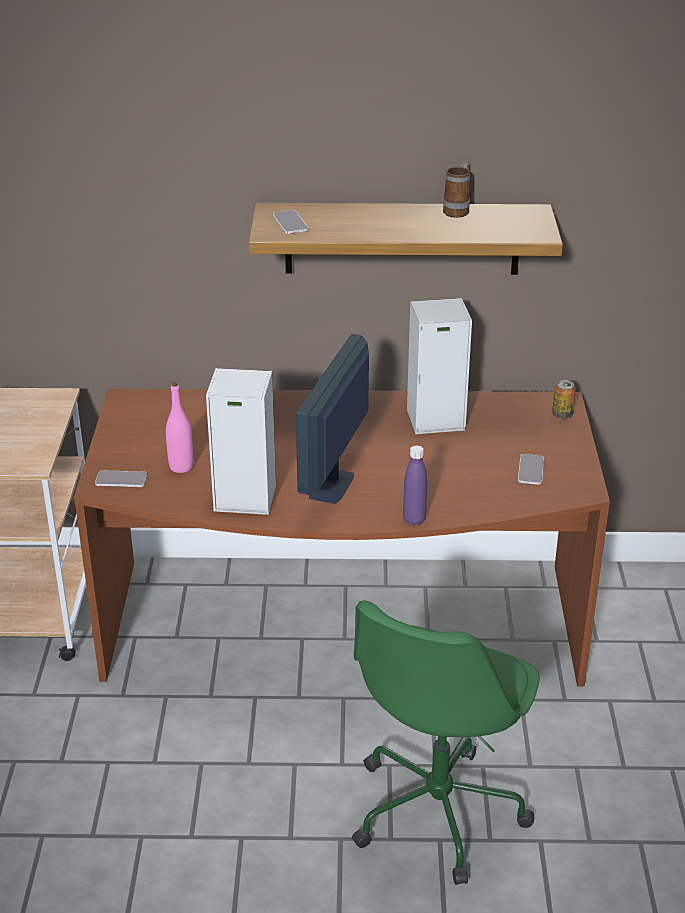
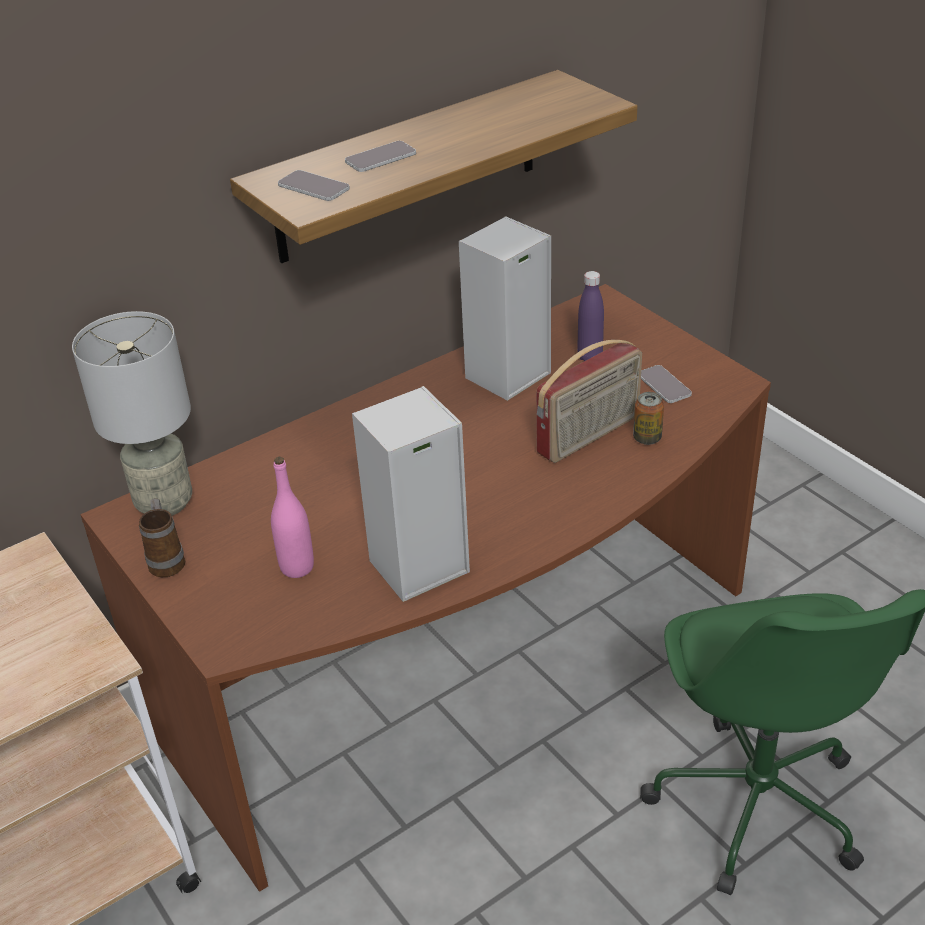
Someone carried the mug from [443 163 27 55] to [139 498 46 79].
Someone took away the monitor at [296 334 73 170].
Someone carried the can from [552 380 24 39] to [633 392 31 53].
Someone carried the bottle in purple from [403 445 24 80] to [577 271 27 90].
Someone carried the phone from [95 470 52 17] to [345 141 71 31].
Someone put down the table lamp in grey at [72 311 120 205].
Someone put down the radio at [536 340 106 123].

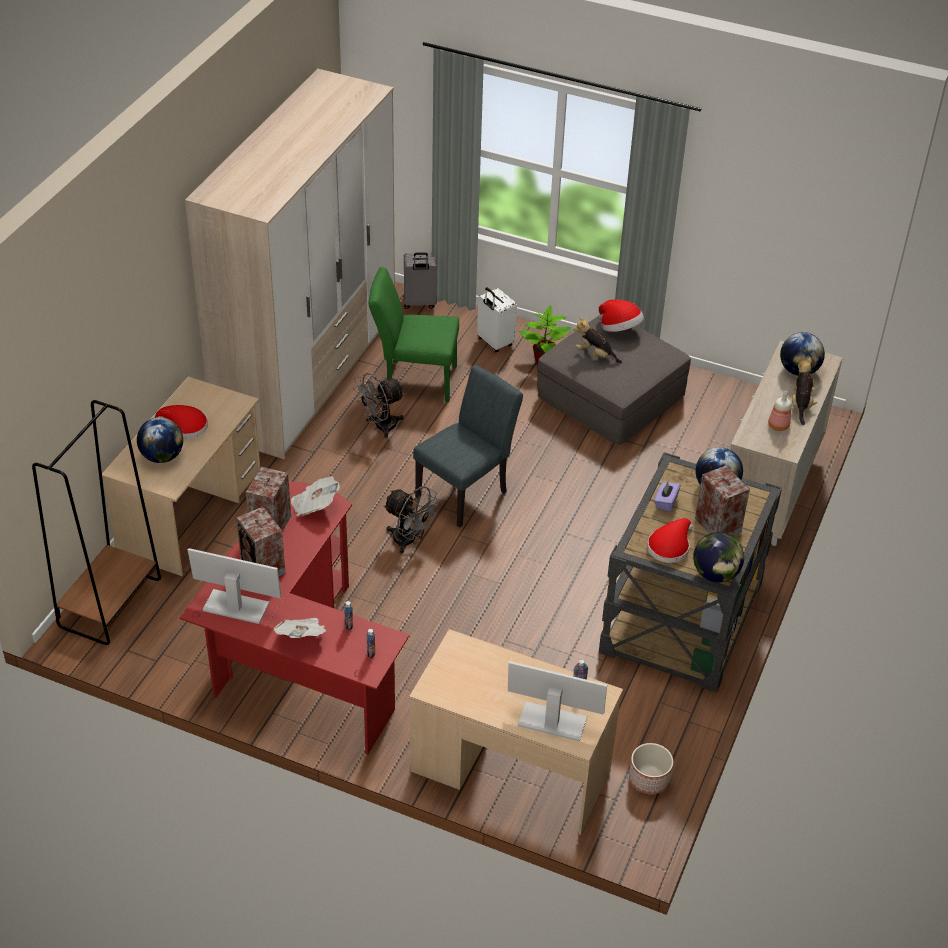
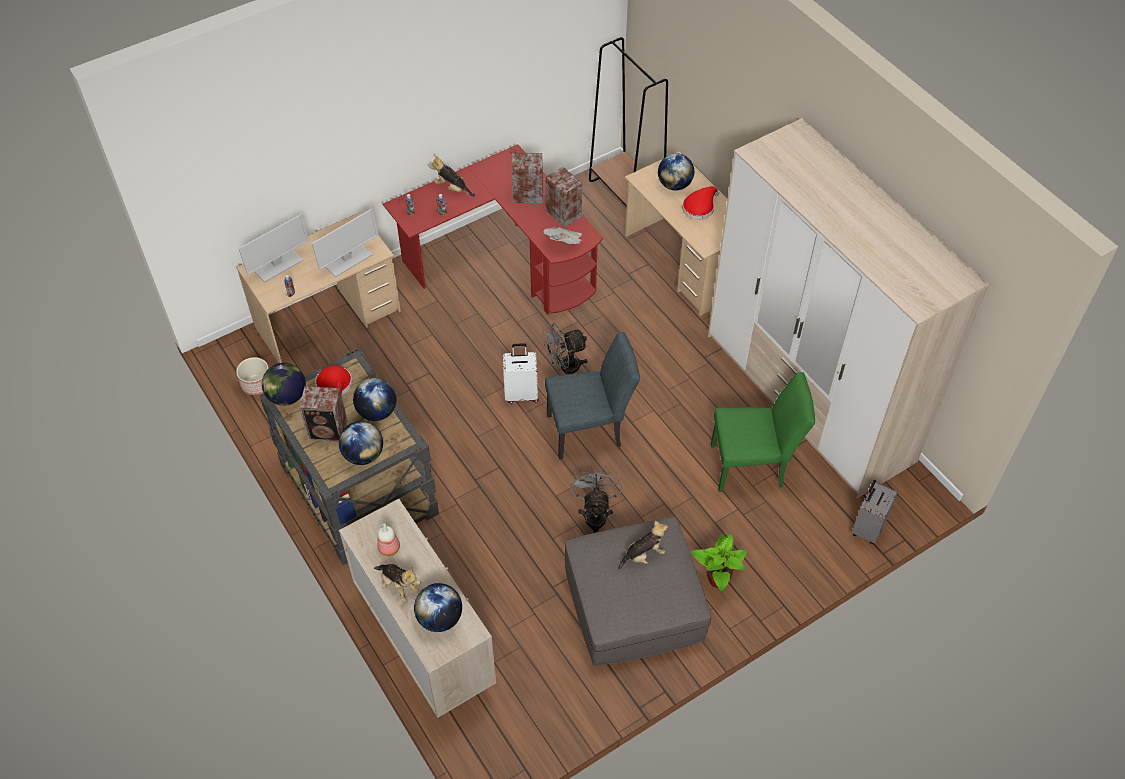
Someone rotated the chair in green at [369 267 90 135] by 45 degrees clockwise.
Someone carried the suitcase in white from [477 287 40 65] to [503 343 36 60].
Someone took away the hat at [599 299 45 33].
Someone rotated the chair in grey at [413 365 110 163] by 90 degrees counterclockwise.
Someone carried the fan in grey from [353 373 51 65] to [571 465 51 68].
Someone swapped the tissue box in purple at [654 481 27 31] for the globe at [353 378 44 43].
Someone carried the monitor from [188 548 93 76] to [312 208 66 70].
Someone swapped the newspaper at [274 618 53 20] for the plush toy at [429 155 46 42].

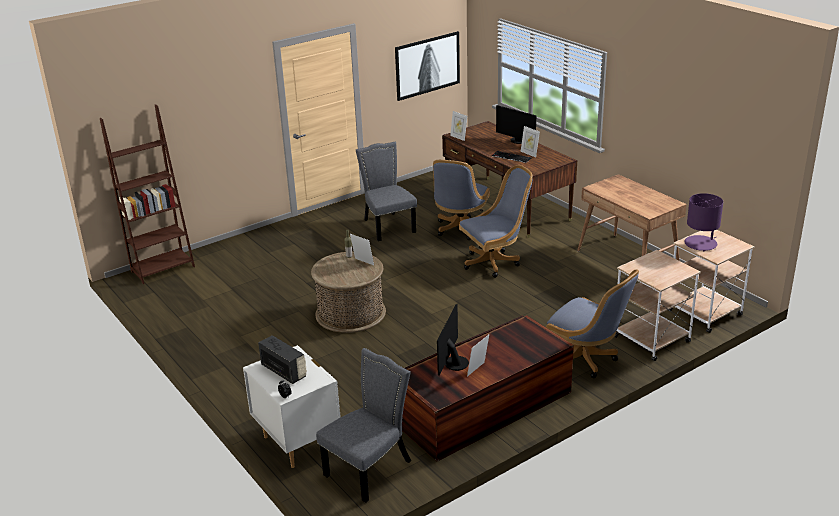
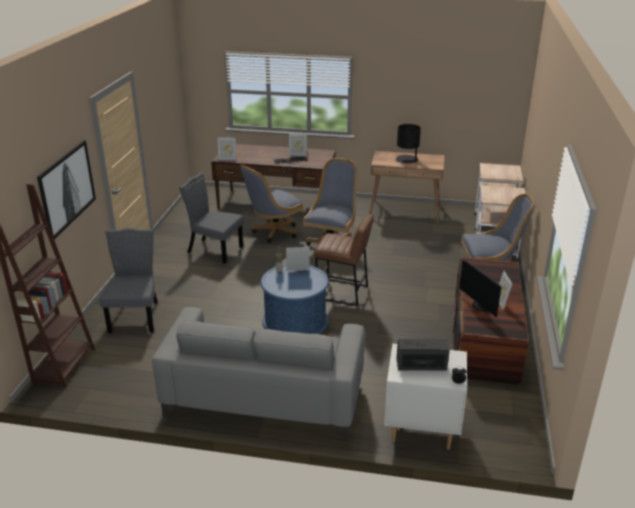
Someone carried the picture from [395 31 65 70] to [37 140 59 100].
Someone took away the monitor at [496 105 40 39].
Someone rotated the office chair in blue at [433 160 57 80] by 75 degrees clockwise.
Someone took away the table lamp in purple at [684 193 39 58].
Someone repainted the coffee table in brown at [311 252 75 81], which became the coffee table in blue at [261 264 68 70].
Someone carried the chair in grey from [316 348 95 155] to [100 228 58 105].
Someone put down the table lamp in black at [396 124 25 39].
Someone put down the chair in brown at [314 214 60 92].
Someone put down the sofa in grey at [152 307 213 133].

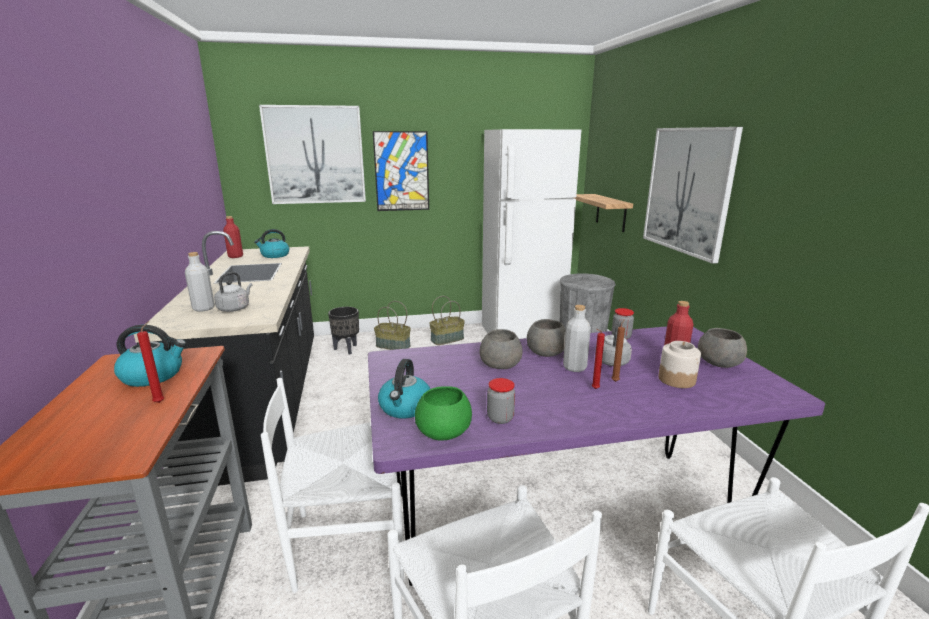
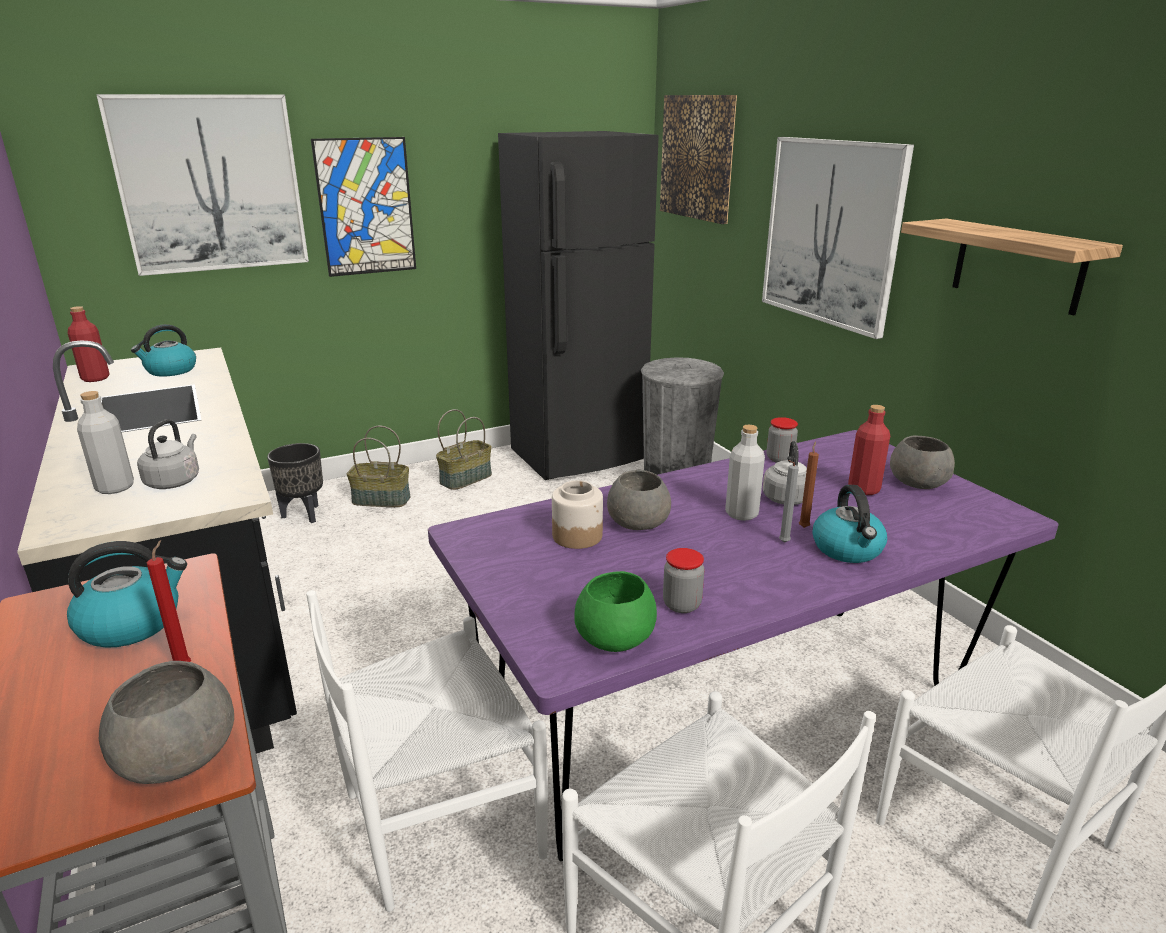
Someone repainted the fridge in white at [482 129 100 210], which became the fridge in black at [498 131 161 349].
Someone carried the shelf from [574 194 59 38] to [901 218 222 97].
Someone carried the bowl in grey from [527 319 39 38] to [99 661 135 123].
Someone repainted the candle in red at [592 329 13 60], which became the candle in grey at [779 460 20 83].
Someone carried the jar from [658 341 43 47] to [552 480 51 69].
Someone carried the kettle from [378 359 52 59] to [812 485 75 78].
Someone put up the picture at [660 95 77 129].

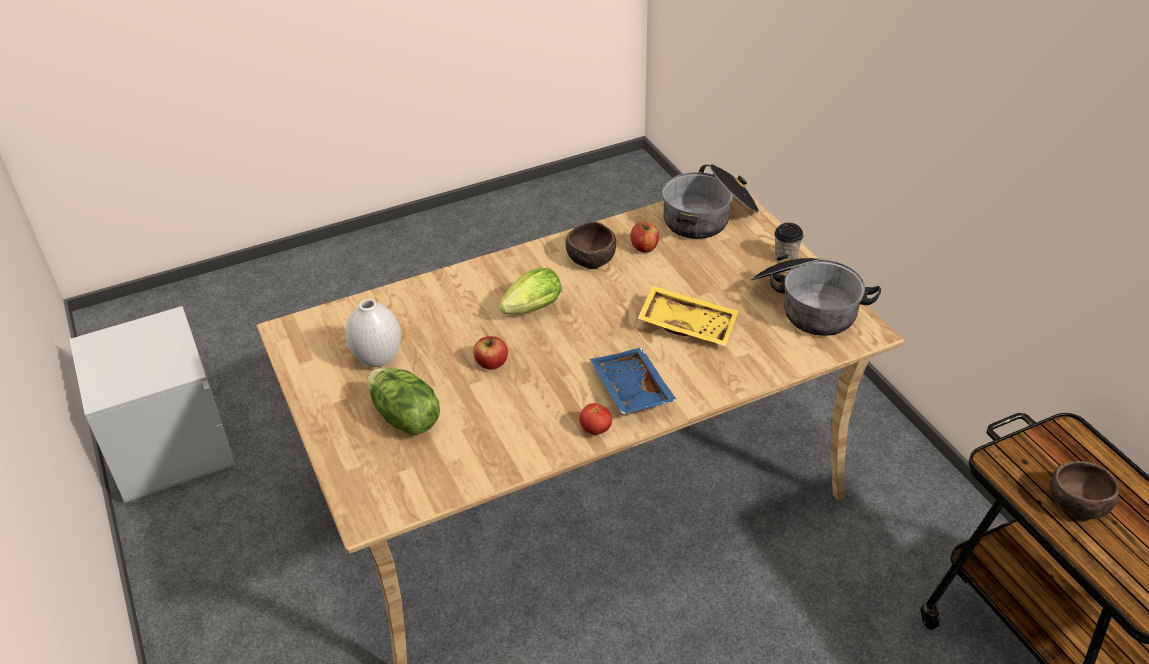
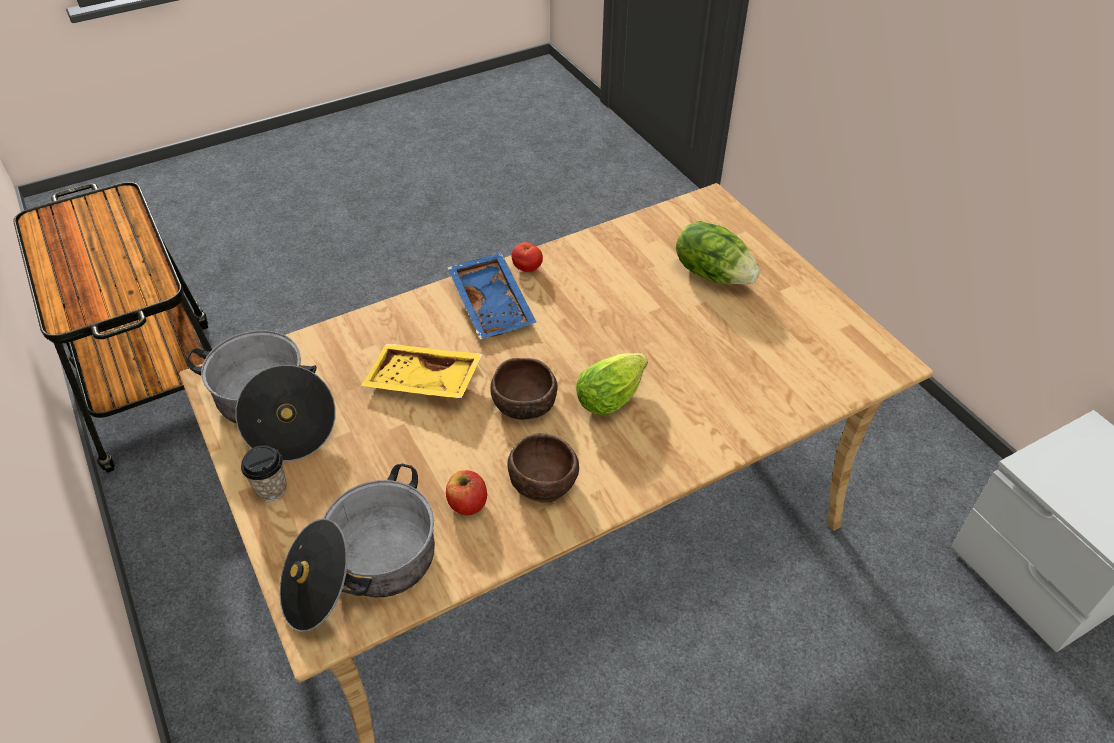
Someone took away the vase in white at [345 299 56 68].
Someone took away the apple at [473 336 35 34].
Someone carried the bowl in brown from [1050 461 69 60] to [490 358 67 62].

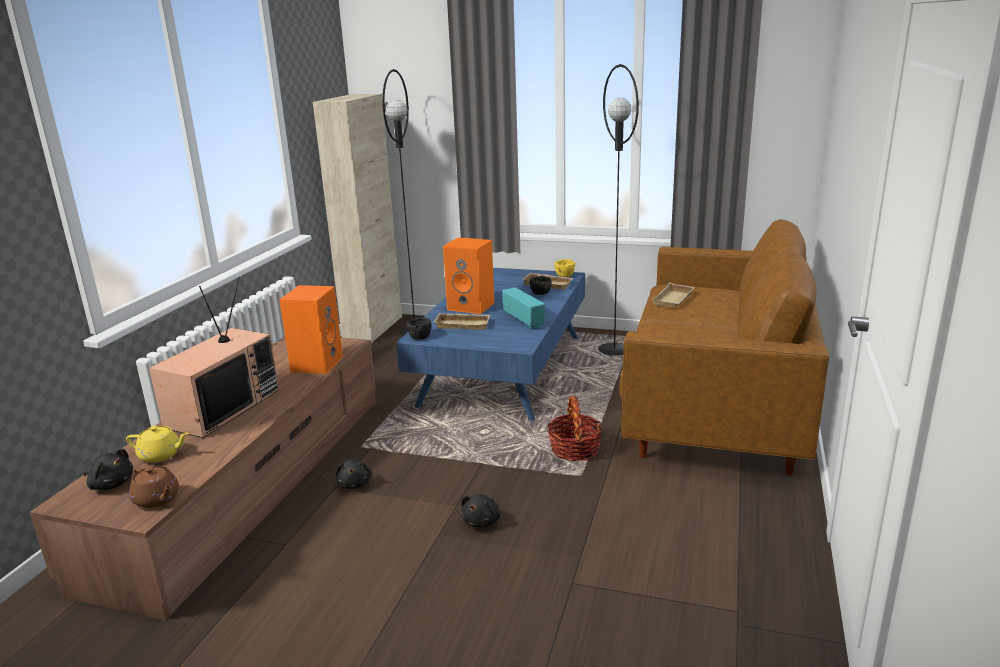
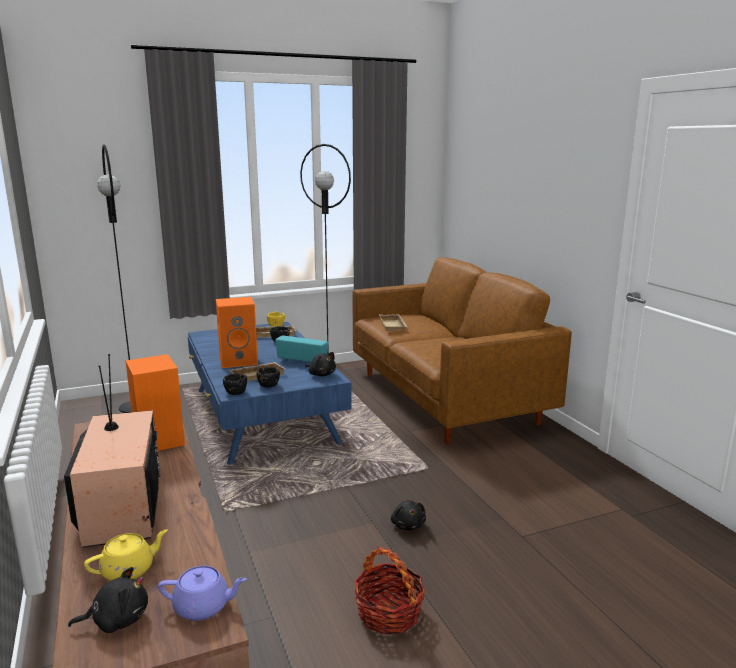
Someone took away the cabinet in beige at [313 94 89 249].
Someone carried the basket from [548 396 55 65] to [354 546 71 89].
Someone carried the plush toy in black from [336 459 36 30] to [305 352 31 24].
Someone repainted the teapot in brown at [129 466 50 42], which became the teapot in purple at [158 566 88 55].
Someone put down the bowl in black at [256 367 24 20].

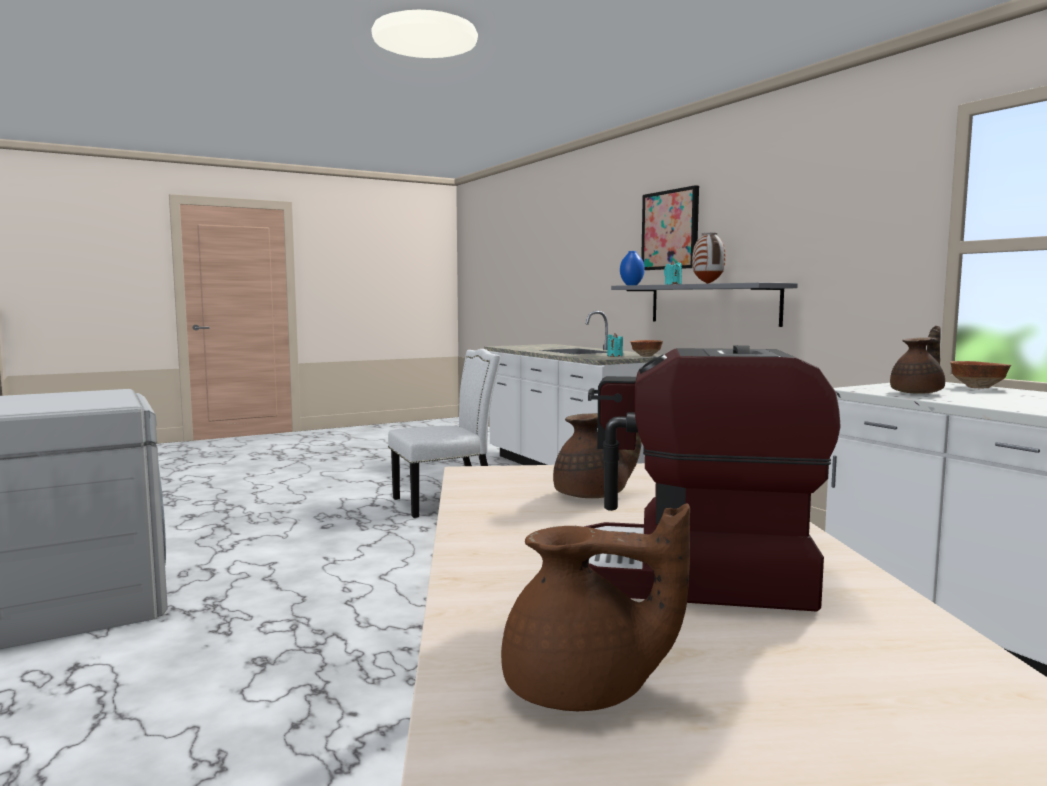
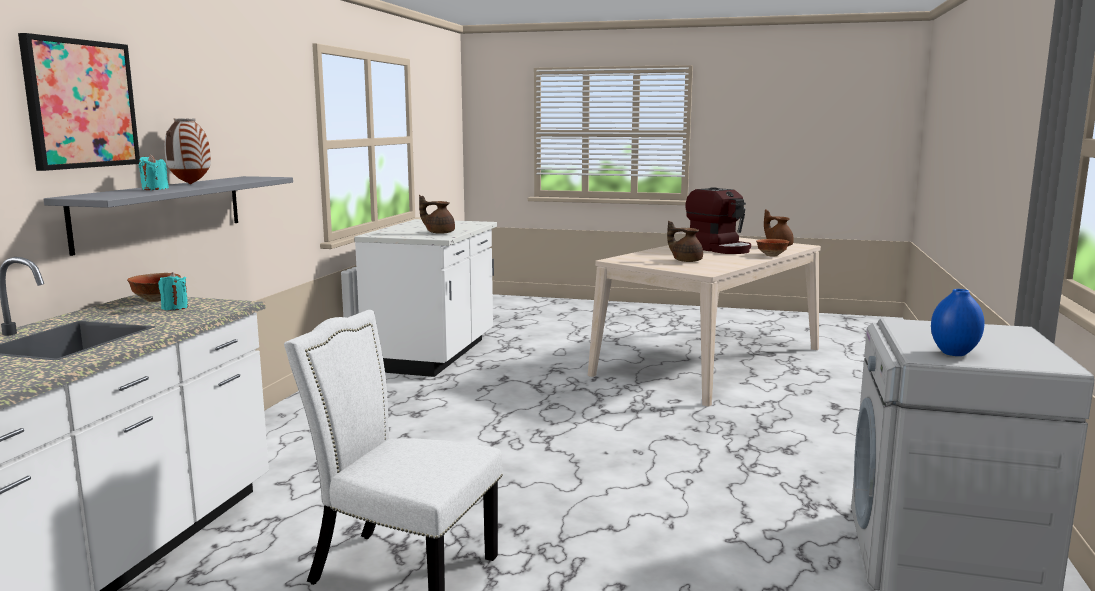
Someone carried the vase in blue from [620 251 25 34] to [931 289 53 67].
Someone carried the bowl from [950 361 61 27] to [756 239 33 18].

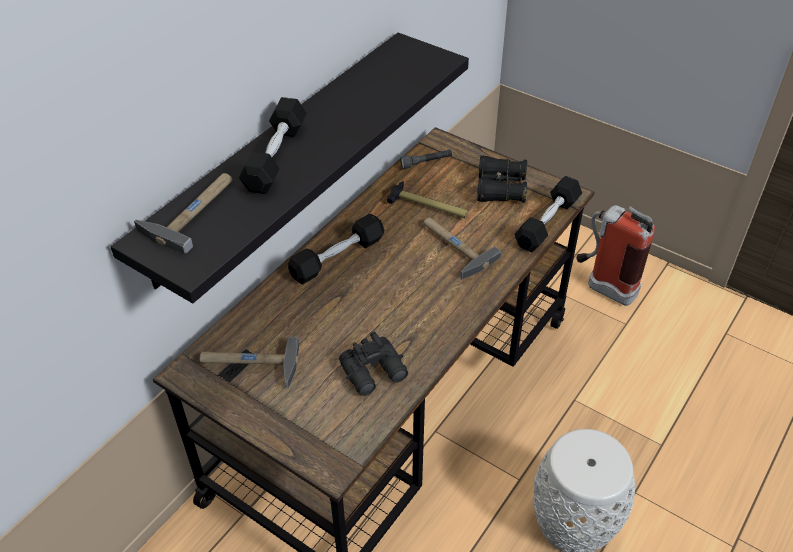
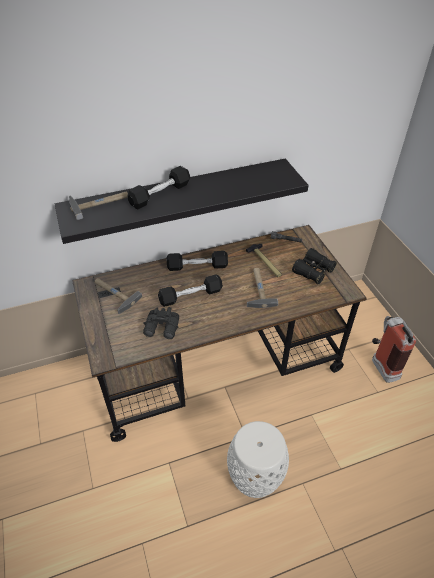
Someone carried the dumbbell in black from [514 176 68 76] to [158 275 65 32].

